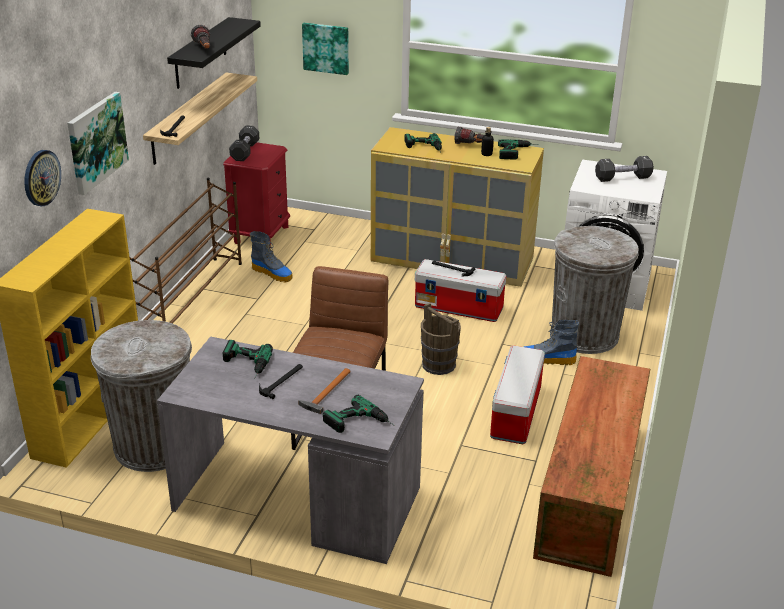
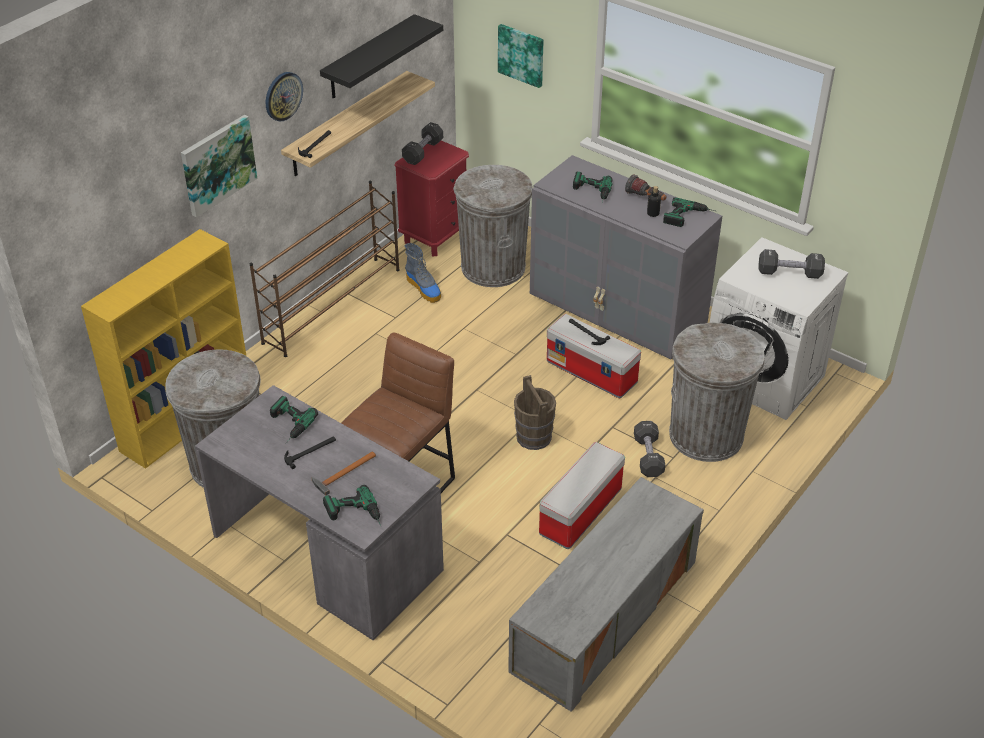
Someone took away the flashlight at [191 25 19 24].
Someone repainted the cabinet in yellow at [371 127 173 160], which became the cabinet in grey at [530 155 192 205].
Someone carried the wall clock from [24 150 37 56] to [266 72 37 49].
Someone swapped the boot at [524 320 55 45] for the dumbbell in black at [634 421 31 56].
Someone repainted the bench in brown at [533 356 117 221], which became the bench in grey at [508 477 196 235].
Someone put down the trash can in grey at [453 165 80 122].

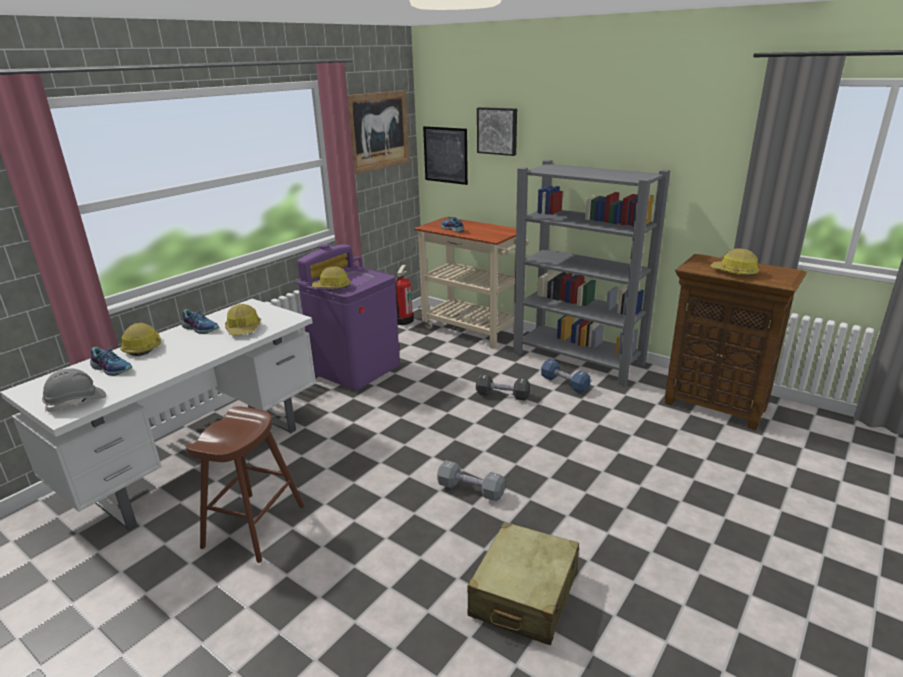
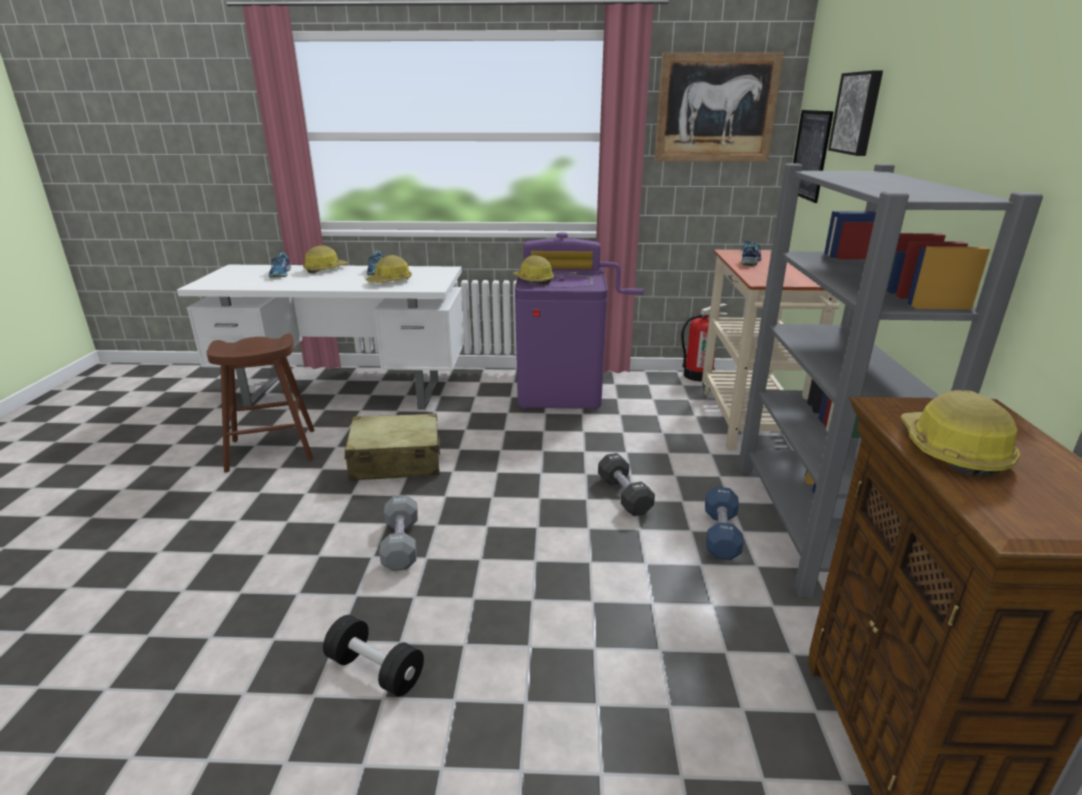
Someone took away the hard hat in grey at [42 369 64 43].
Someone carried the suitcase in beige from [467 522 112 123] to [345 413 96 68].
Someone put down the dumbbell in black at [323 615 101 81].

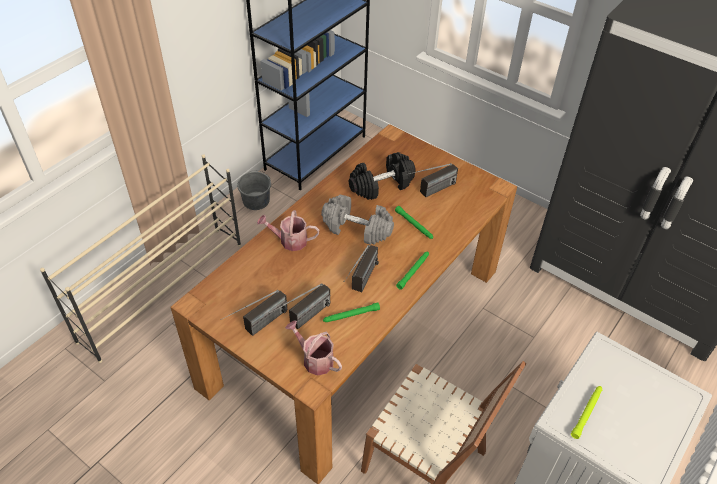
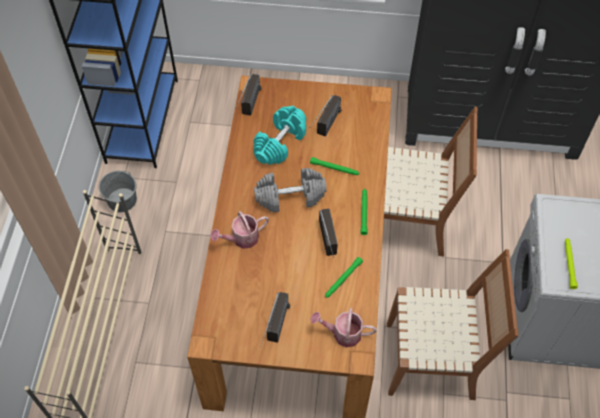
Someone repainted the dumbbell in black at [349 152 67 48], which became the dumbbell in turquoise at [253 106 53 59].
Someone carried the radio from [269 283 61 46] to [236 74 26 41].
Someone put down the chair at [384 107 94 150].

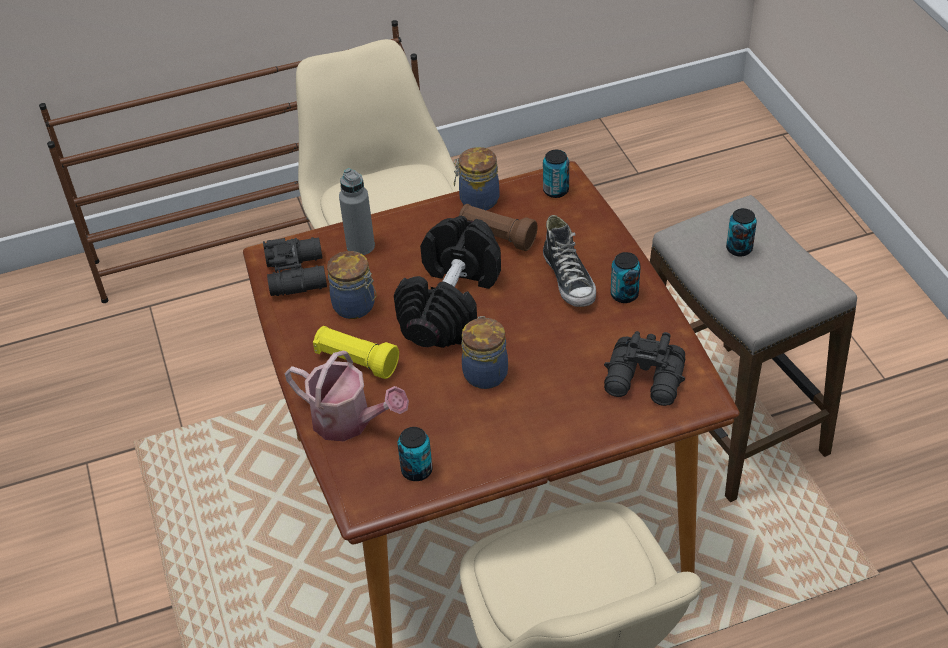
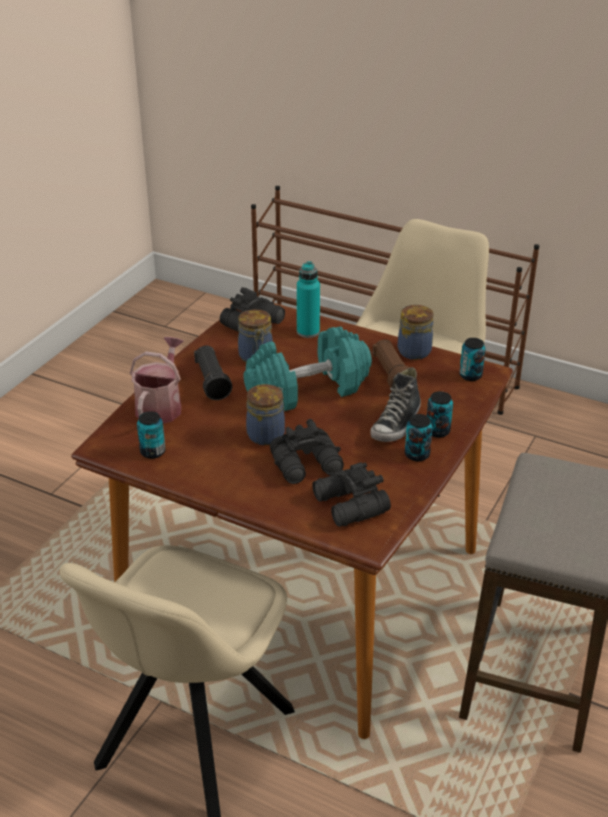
Someone repainted the bottle in grey at [339 168 36 87], which became the bottle in turquoise at [297 261 23 77].
Someone carried the can from [726 208 31 49] to [427 391 26 47].
Someone repainted the dumbbell in black at [394 216 107 132], which became the dumbbell in turquoise at [244 327 128 84].
Someone repainted the flashlight in yellow at [313 326 86 53], which became the flashlight in black at [194 346 38 54].
Someone rotated the watering can at [285 350 124 91] by 150 degrees counterclockwise.
Someone put down the binoculars in black at [270 419 74 65].

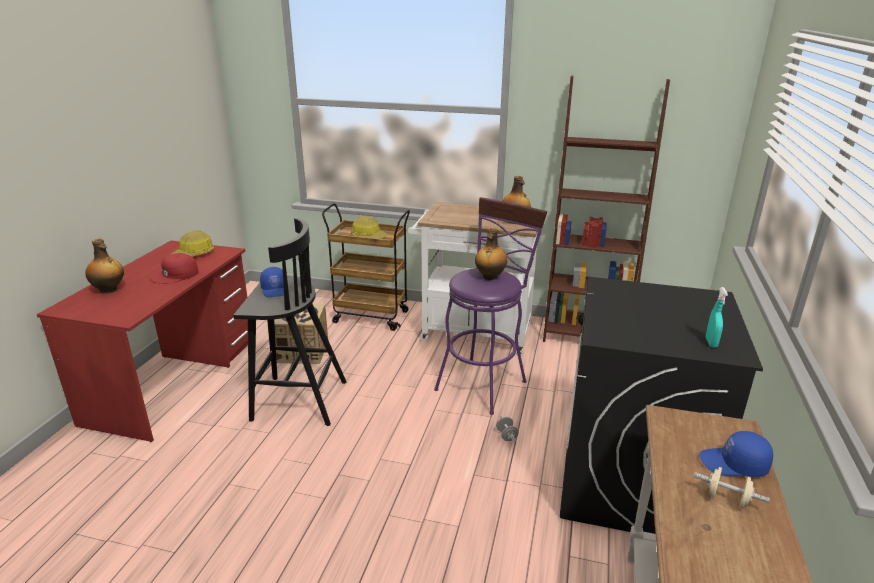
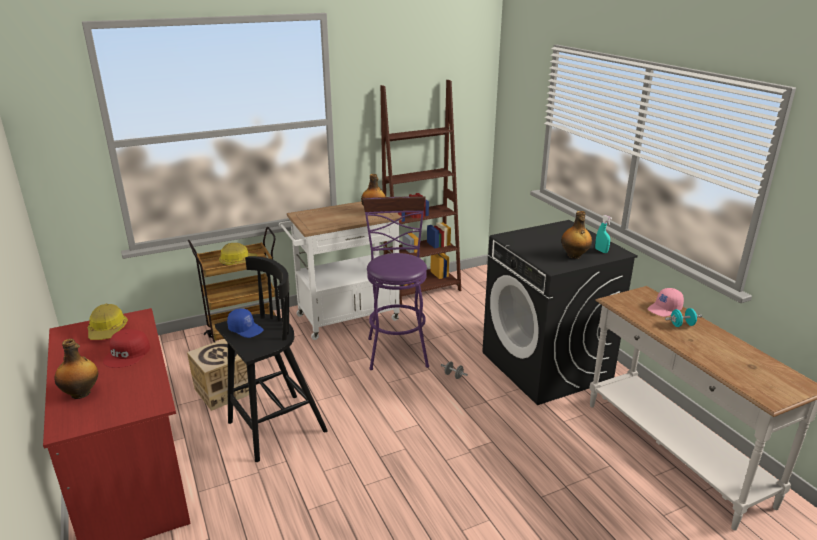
Someone carried the bottle from [475 228 32 52] to [561 211 31 48].
Someone repainted the cap in blue at [699 431 74 46], which became the cap in pink at [647 288 37 29].
Someone repainted the dumbbell in beige at [694 467 76 42], which became the dumbbell in turquoise at [665 308 37 19].

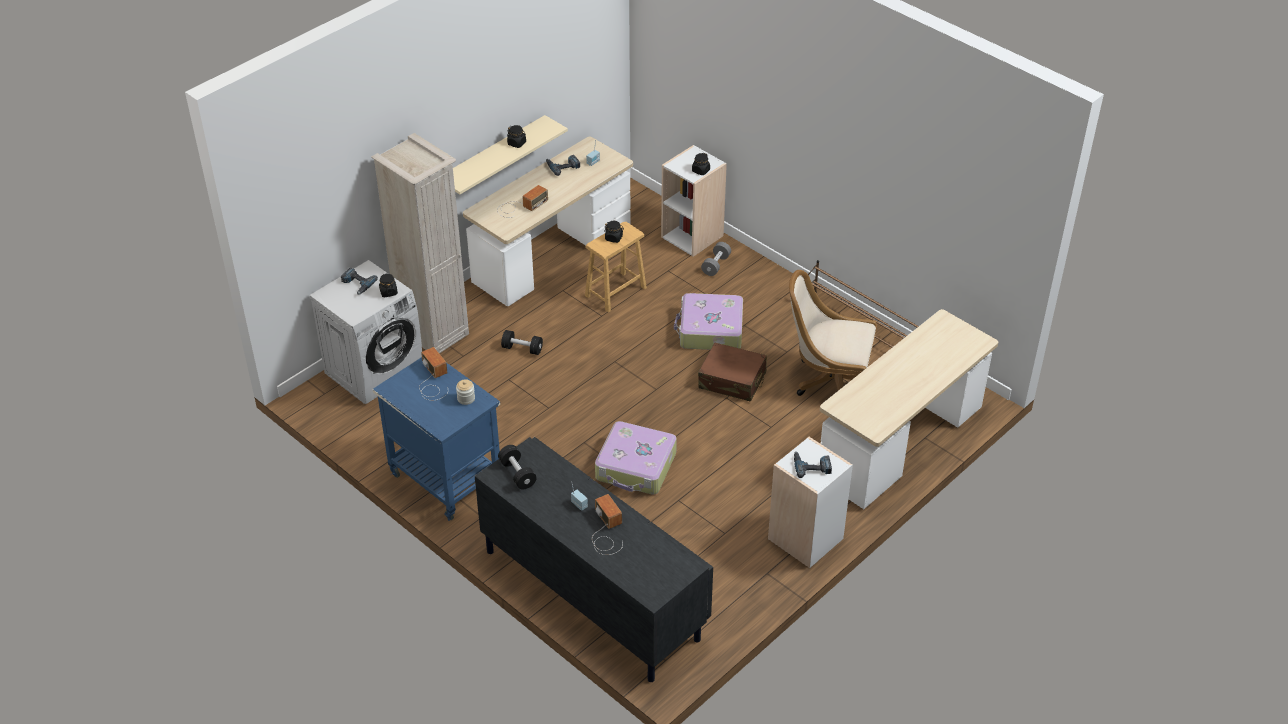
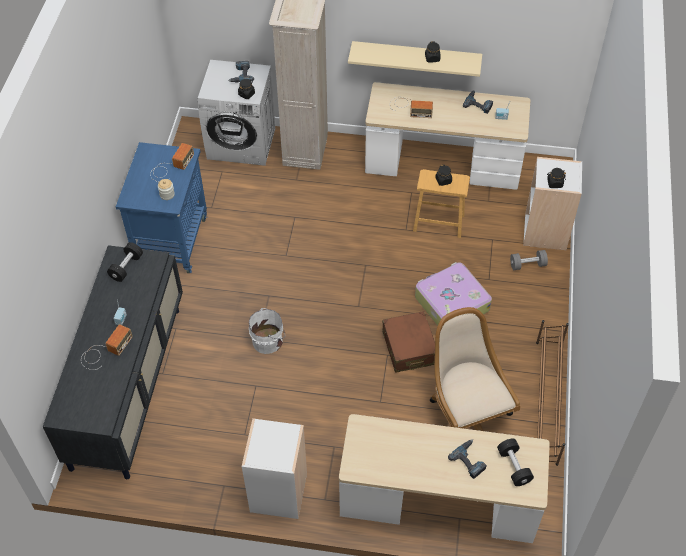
Someone carried the dumbbell in black from [501 330 42 25] to [497 439 37 47].
Someone swapped the suitcase at [595 421 82 74] for the bucket in white at [249 308 36 46].
Someone carried the power drill from [794 451 38 27] to [448 439 39 40].

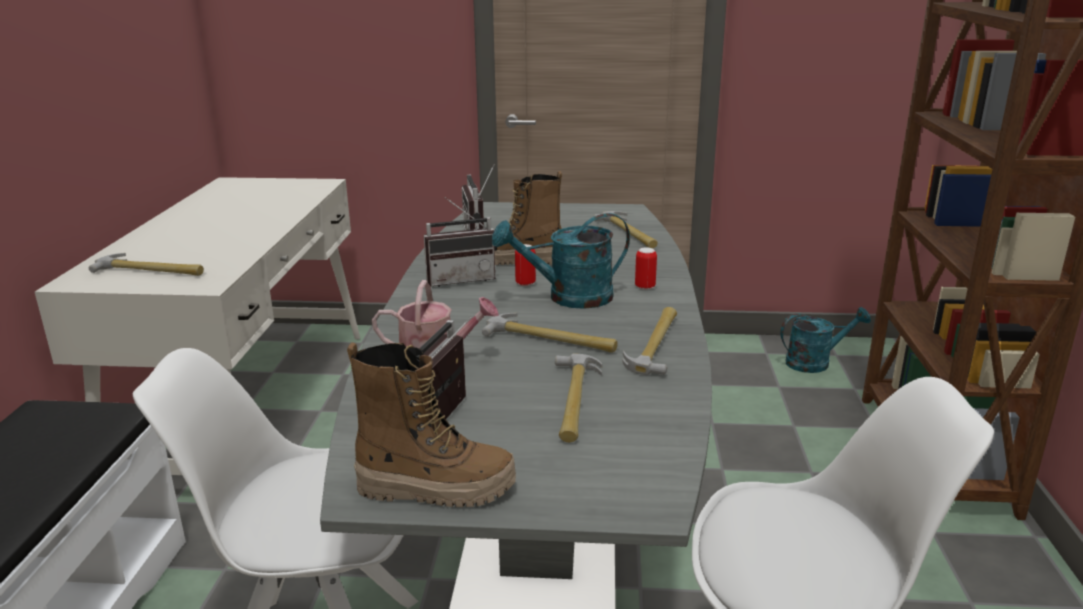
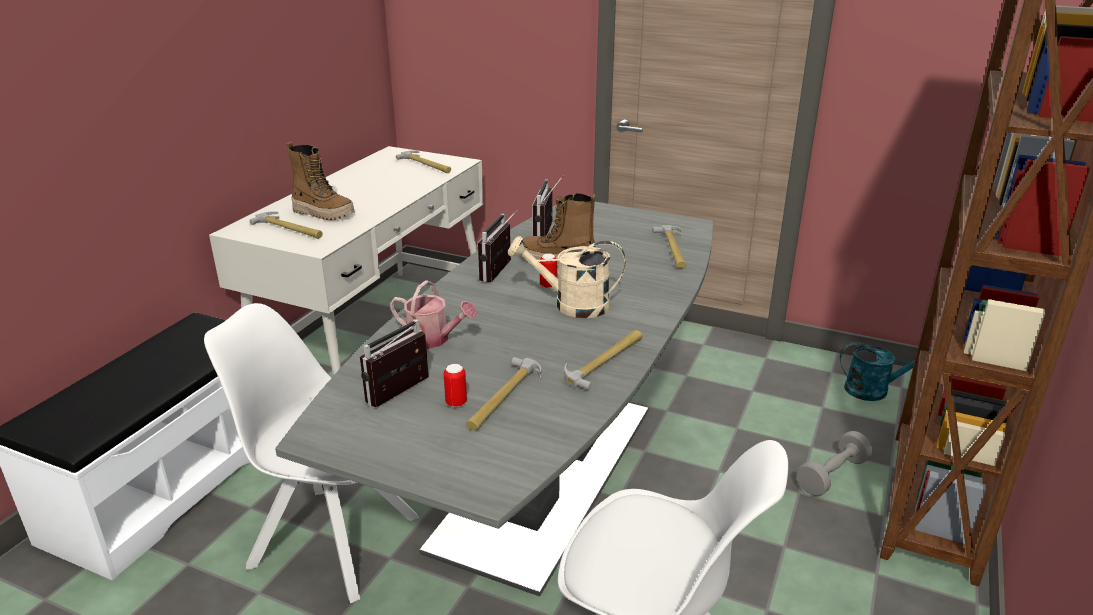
Someone rotated the radio at [424 197 73 90] by 105 degrees clockwise.
Someone repainted the watering can in turquoise at [492 213 138 96], which became the watering can in beige at [508 236 117 82].
Someone carried the can from [635 247 22 43] to [444 364 23 43].
Someone carried the hammer from [482 313 136 40] to [396 151 55 22].
Someone carried the boot from [347 342 169 165] to [287 142 68 78].
Someone put down the dumbbell in grey at [796 431 76 65].

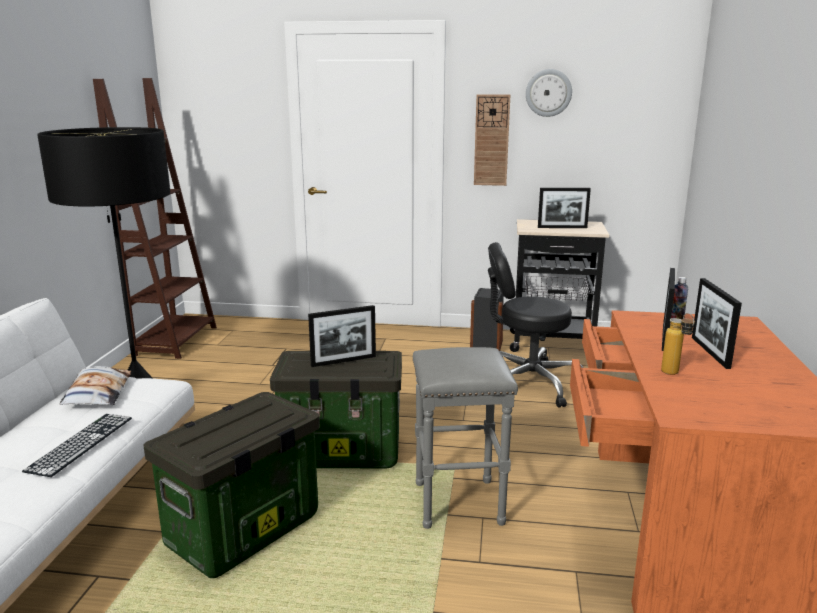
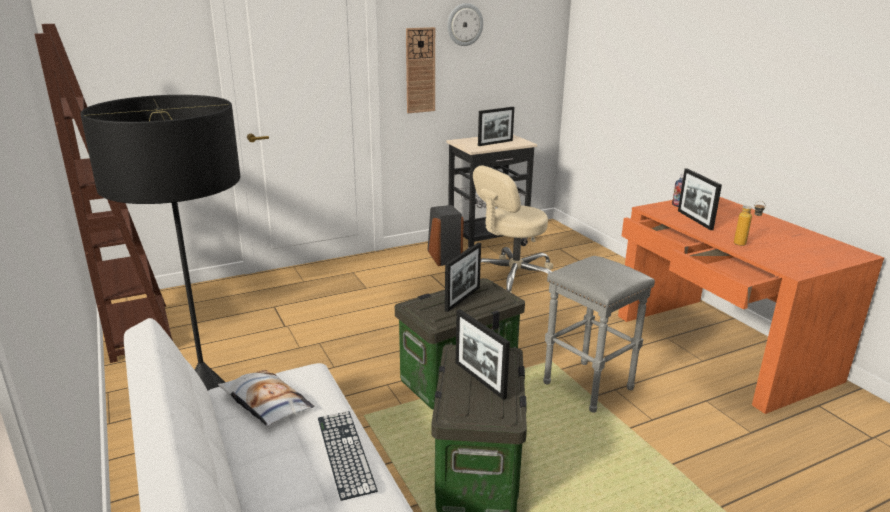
Someone repainted the office chair in black at [488 242 96 166], which became the office chair in beige at [473 165 80 127].
Someone carried the picture frame from [692 278 50 91] to [456 309 54 91].

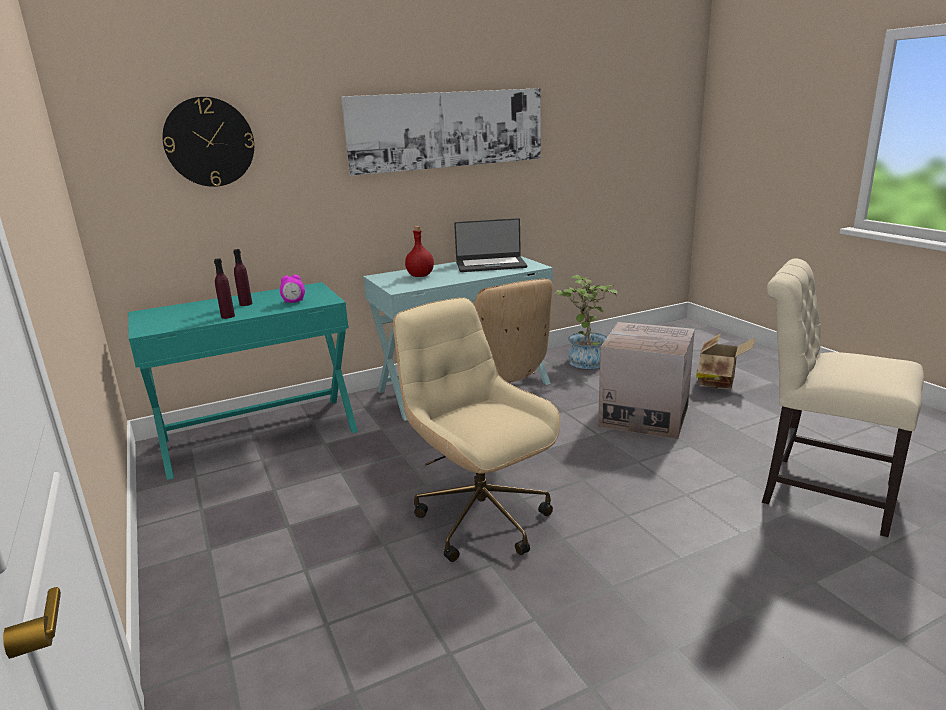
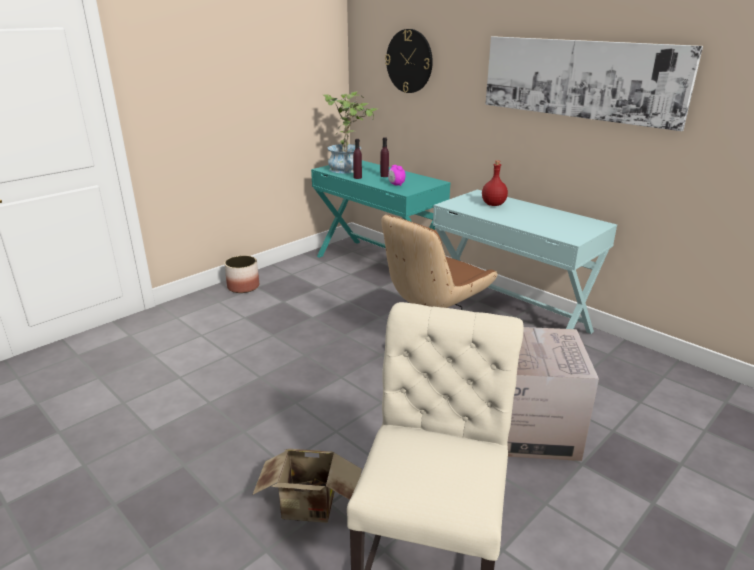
Someone took away the laptop at [454 218 73 54].
Someone carried the potted plant from [554 275 64 94] to [323 91 55 82].
Someone took away the office chair in beige at [393 297 167 265].
Someone carried the cardboard box from [696 333 59 56] to [253 449 109 74].
Someone put down the planter at [224 255 35 38].

